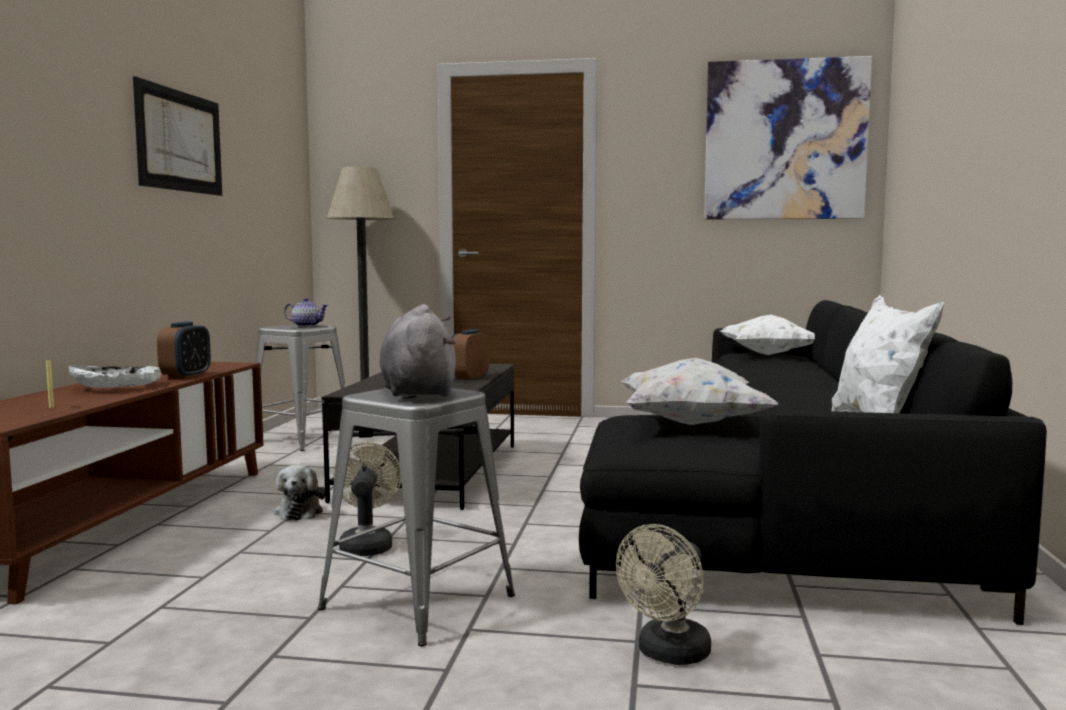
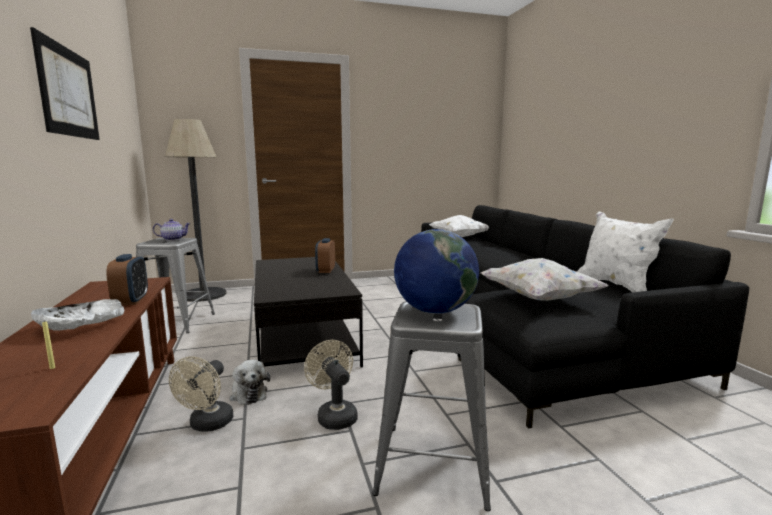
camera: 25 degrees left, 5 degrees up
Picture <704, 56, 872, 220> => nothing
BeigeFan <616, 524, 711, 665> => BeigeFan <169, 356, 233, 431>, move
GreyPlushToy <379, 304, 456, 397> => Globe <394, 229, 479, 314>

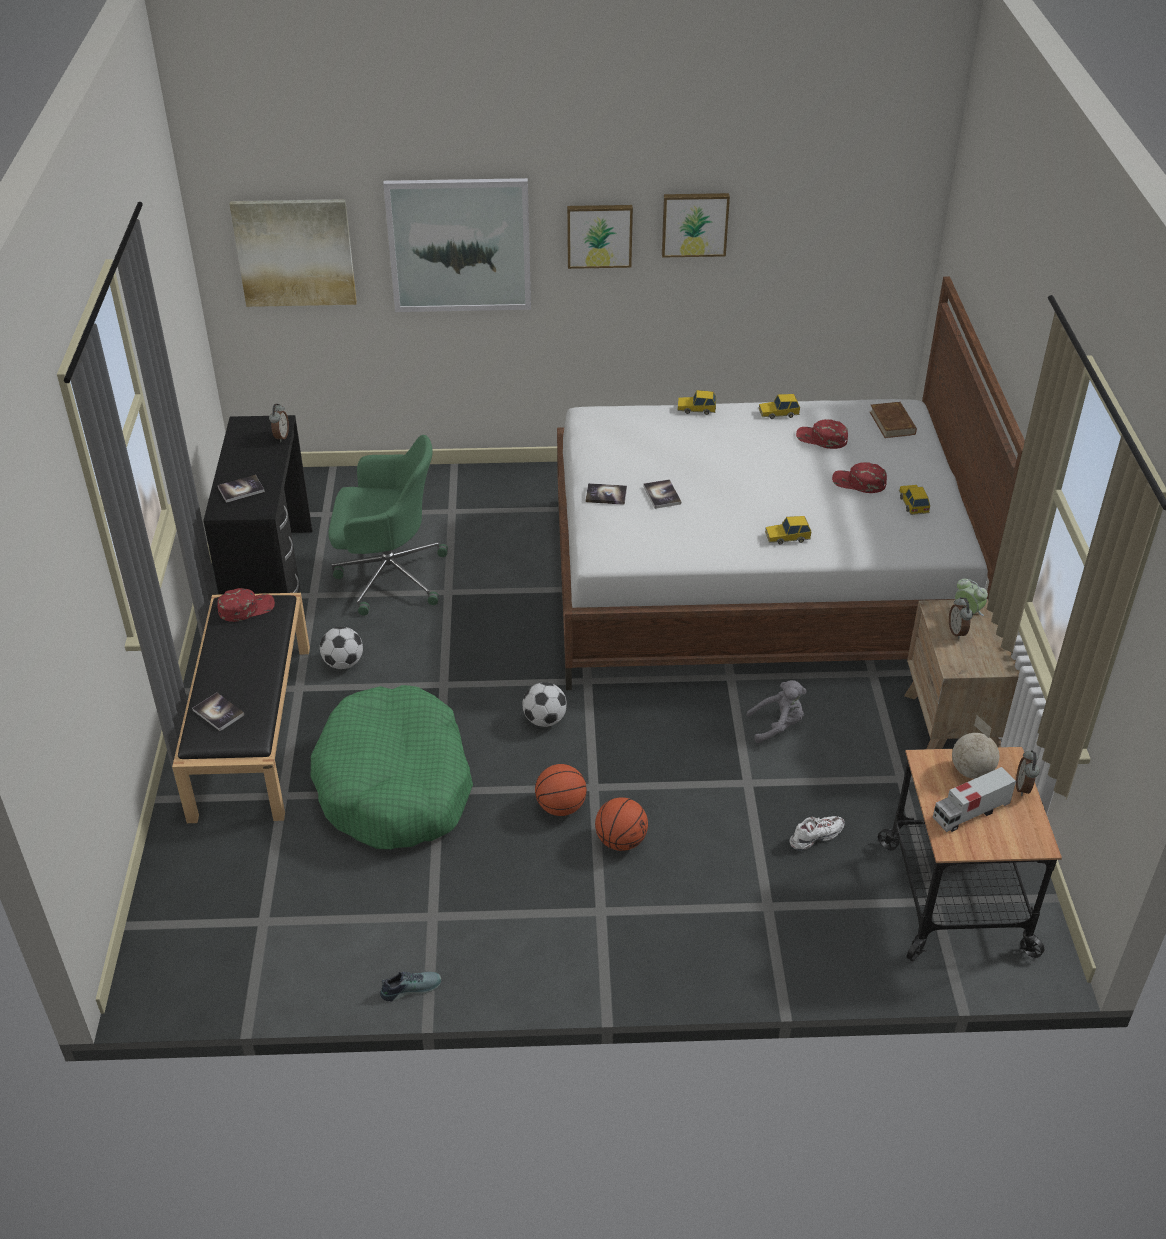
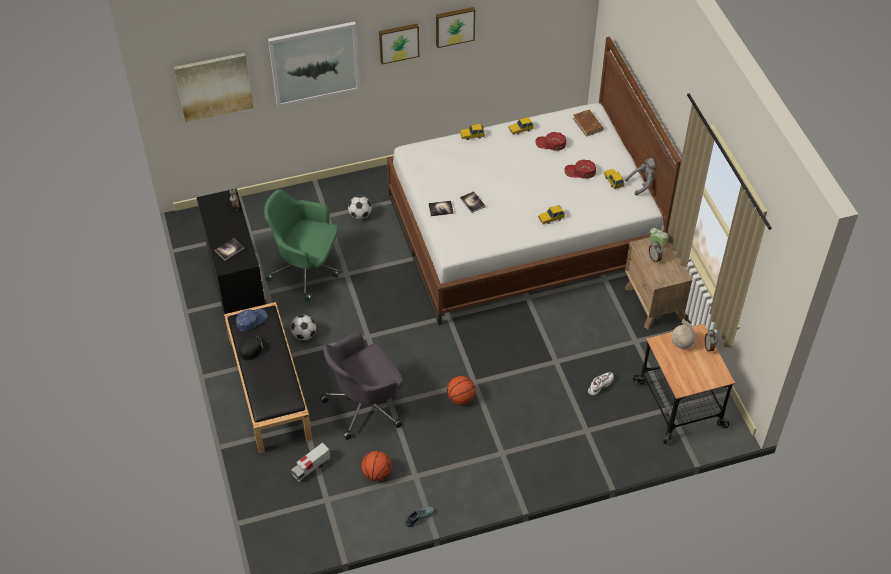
camera: 15 degrees left, 10 degrees up
Book <192, 692, 244, 731> => nothing
nothing => BlackCap <239, 336, 272, 360>
Football <522, 682, 567, 727> => Football <348, 196, 372, 219>, move
Basketball <595, 797, 648, 851> => Basketball <361, 451, 392, 481>, move
GreyPlushToy <746, 680, 807, 743> => GreyPlushToy <625, 158, 655, 195>, move
ToyTruck <933, 767, 1016, 832> => ToyTruck <291, 442, 331, 482>, move
GreenDogBed <311, 685, 473, 849> => GreyOfficeChair <320, 332, 403, 440>
RedCap <217, 588, 275, 622> => BlueCap <236, 309, 267, 331>
GreenOfficeChair <329, 435, 448, 616> => GreenOfficeChair <264, 189, 339, 302>, 150 degrees counterclockwise

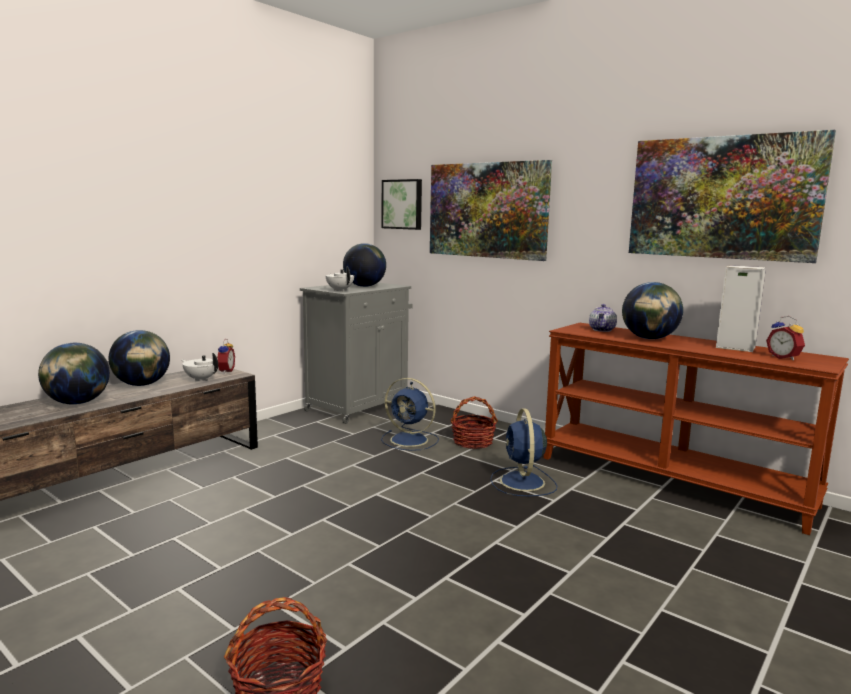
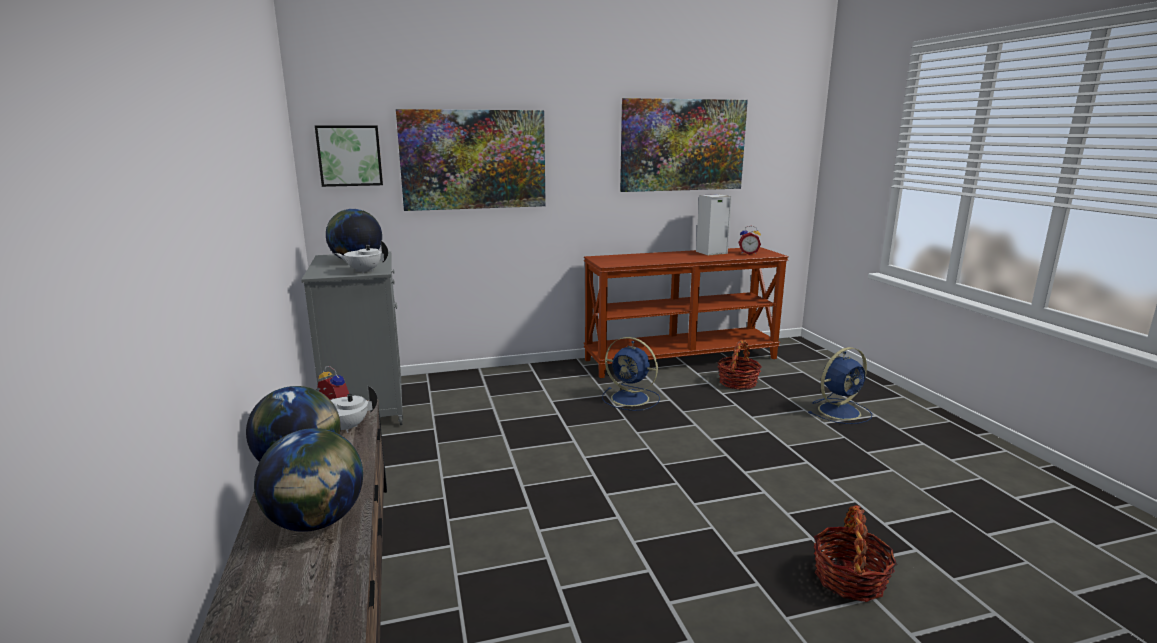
camera: 55 degrees left, 5 degrees up
Teapot <589, 304, 617, 332> => nothing
Globe <622, 282, 683, 339> => nothing
BlueFan <381, 378, 439, 451> => BlueFan <809, 347, 872, 424>, move
Basket <450, 396, 498, 449> => Basket <717, 340, 762, 389>, move

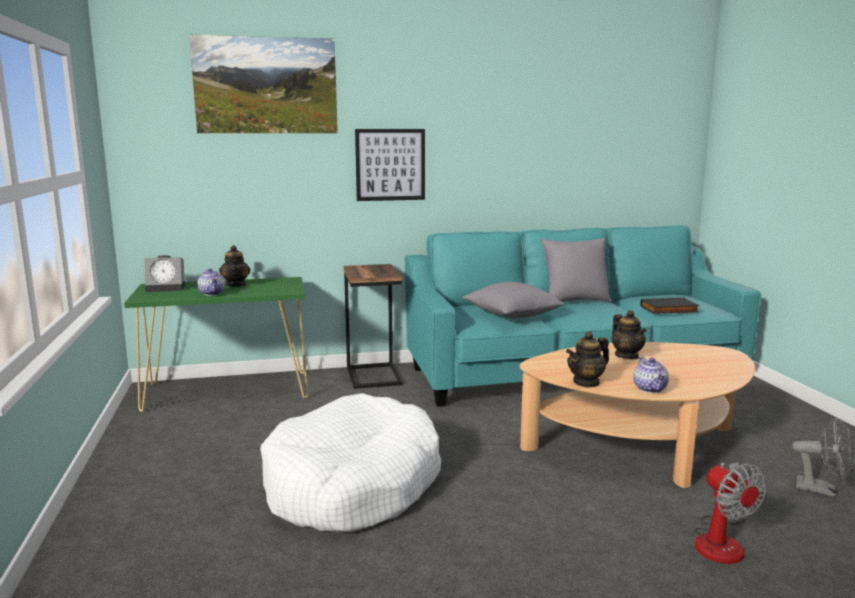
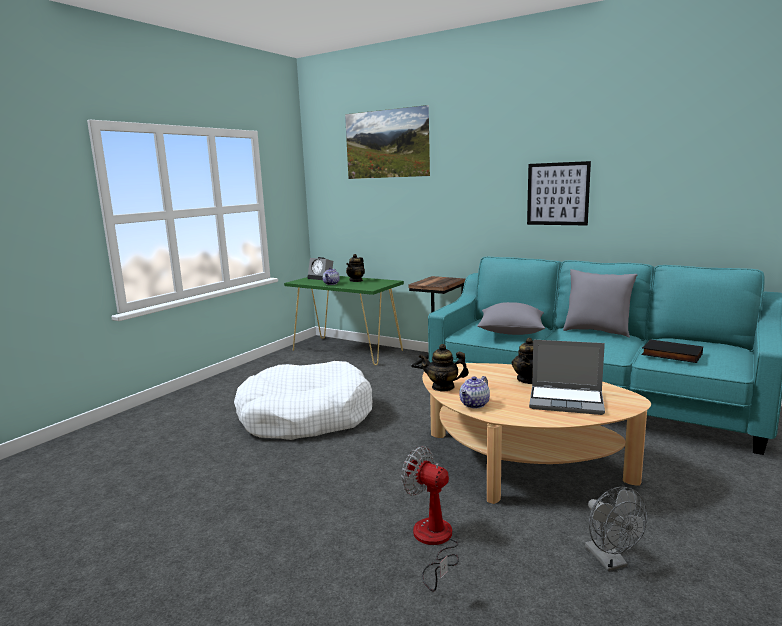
camera: 45 degrees right, 0 degrees up
nothing => Laptop <529, 340, 605, 415>
Picture <355, 129, 425, 201> => Picture <527, 161, 591, 225>, move
Fan <694, 462, 767, 564> => Fan <401, 446, 459, 592>, 105 degrees clockwise

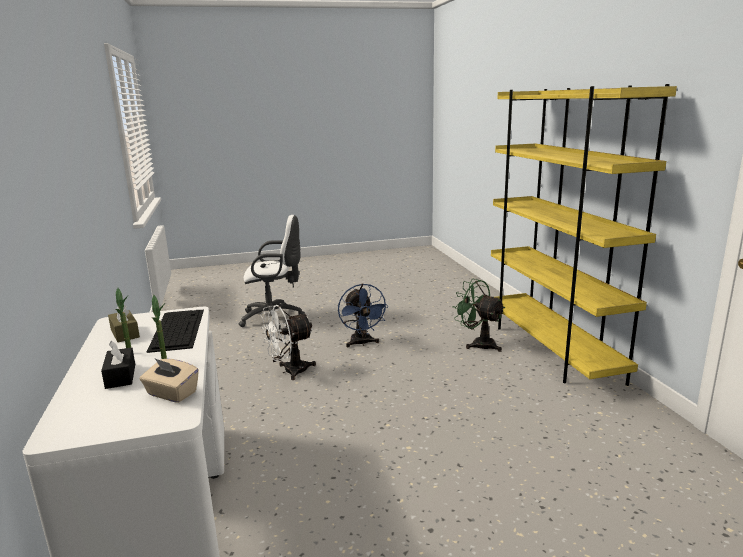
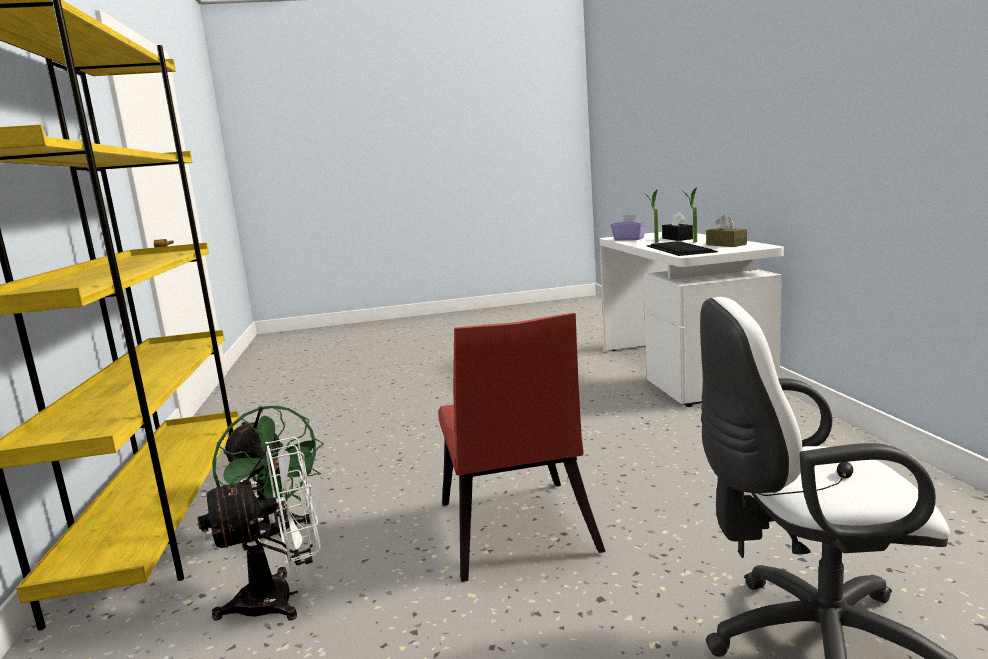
camera: 175 degrees left, 5 degrees down
WhiteFan <261, 305, 316, 380> => WhiteFan <198, 437, 321, 621>, move
BlueFan <338, 283, 388, 347> => RedChair <438, 313, 606, 582>
BeigeTissueBox <140, 358, 199, 403> => PurpleTissueBox <611, 214, 647, 241>

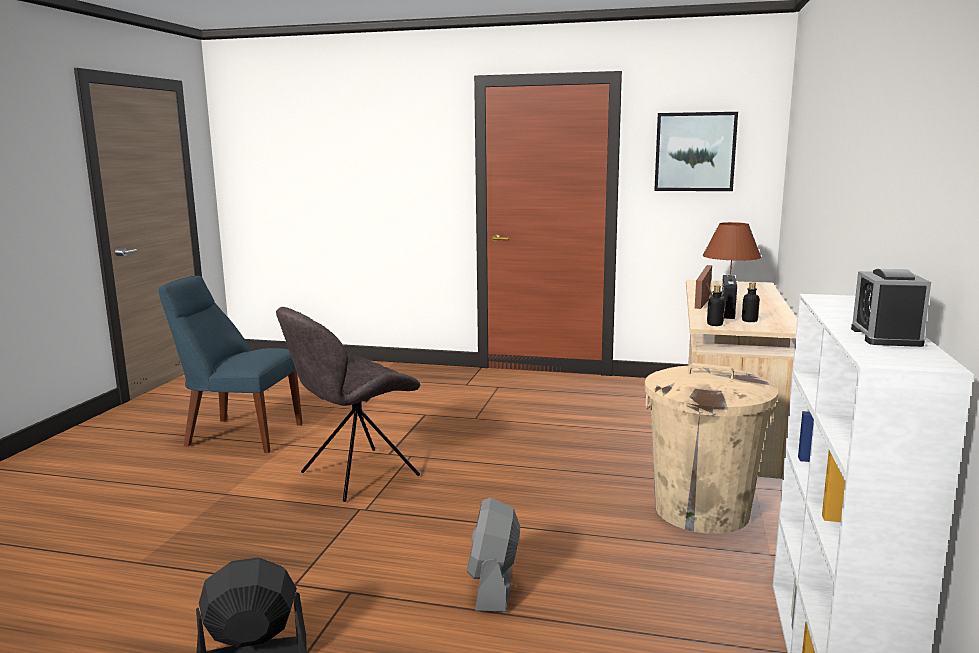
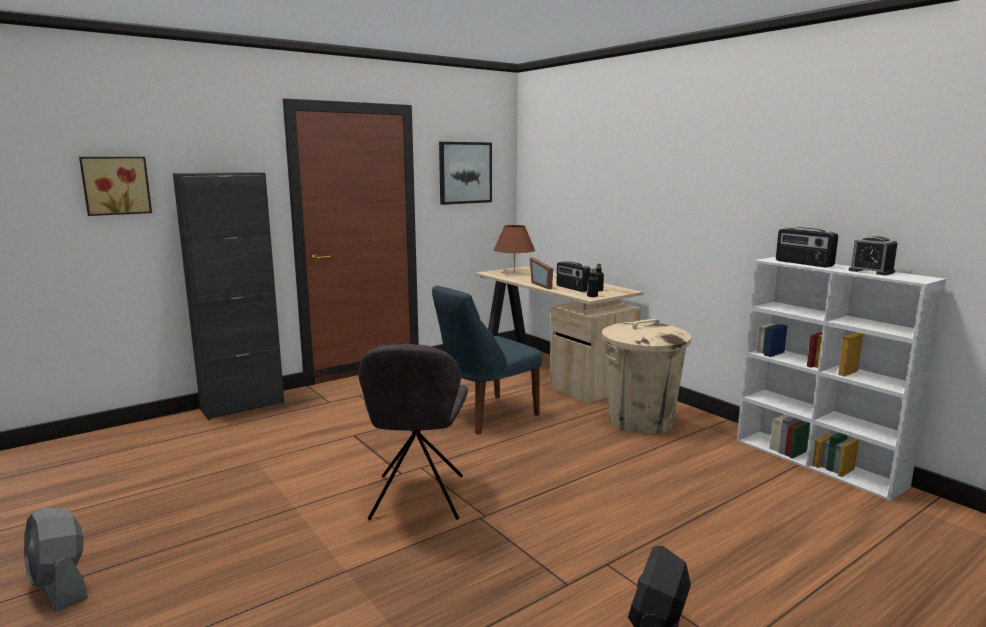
camera: 50 degrees left, 0 degrees up
nothing => Picture <79, 157, 152, 216>
nothing => BlackCabinet <173, 172, 284, 420>
nothing => Radio <776, 227, 838, 268>
BlueChair <159, 275, 303, 453> => BlueChair <432, 286, 542, 435>, move
GreyFan <467, 497, 520, 612> => GreyFan <24, 508, 88, 612>, move

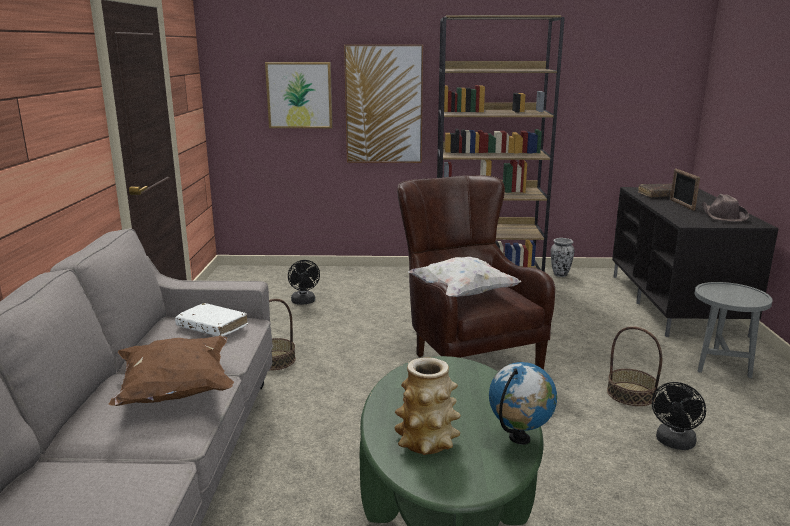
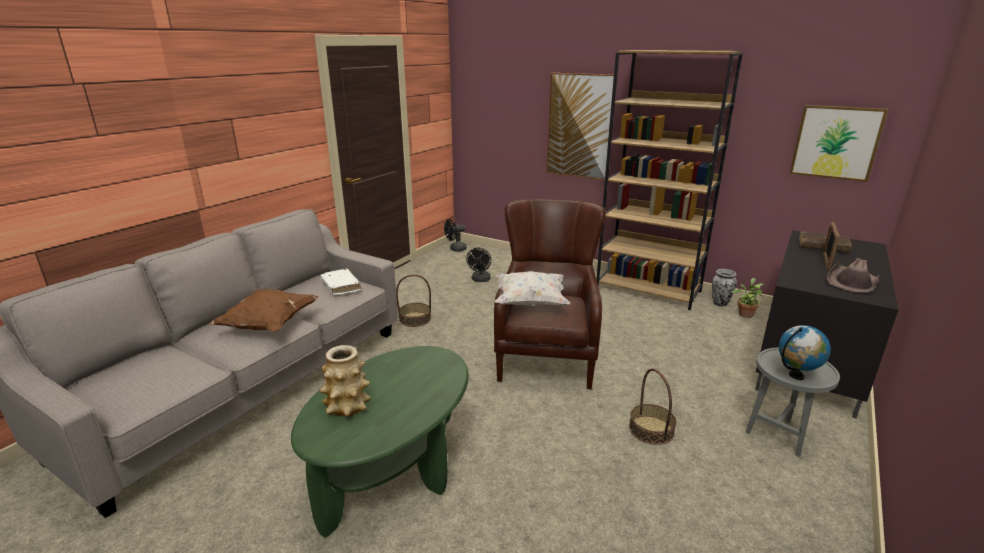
camera: 30 degrees right, 5 degrees up
nothing => PottedPlant <731, 278, 764, 318>
Picture <265, 62, 333, 128> => Picture <789, 105, 888, 182>, move
Globe <489, 362, 557, 445> => Globe <779, 325, 831, 380>, move
BlackFan <652, 382, 706, 450> => BlackFan <444, 219, 467, 251>, move

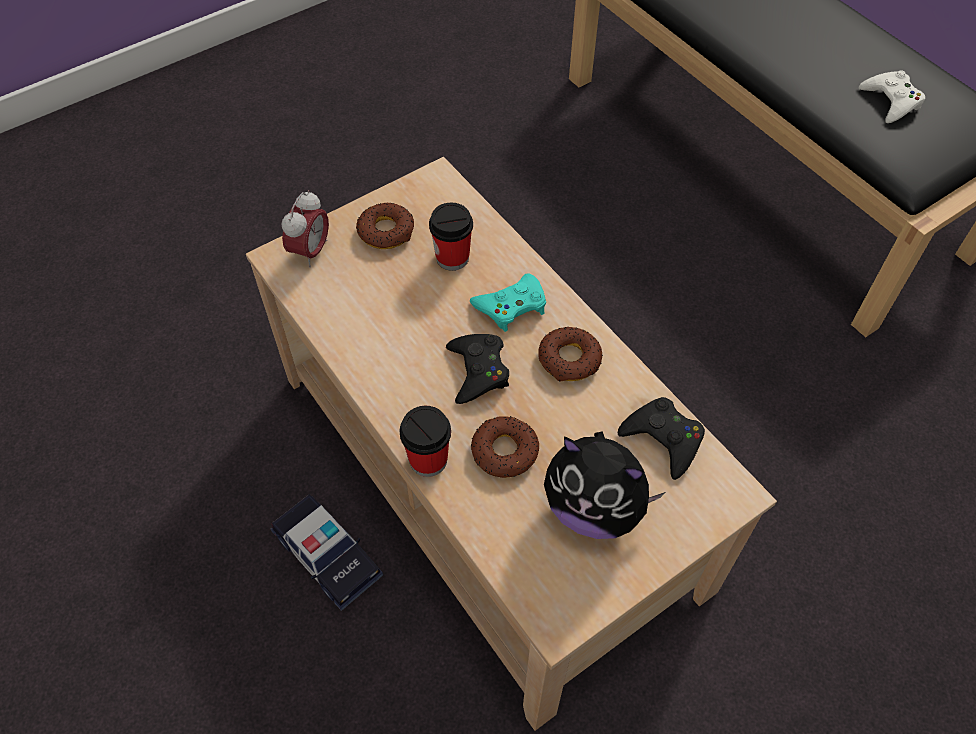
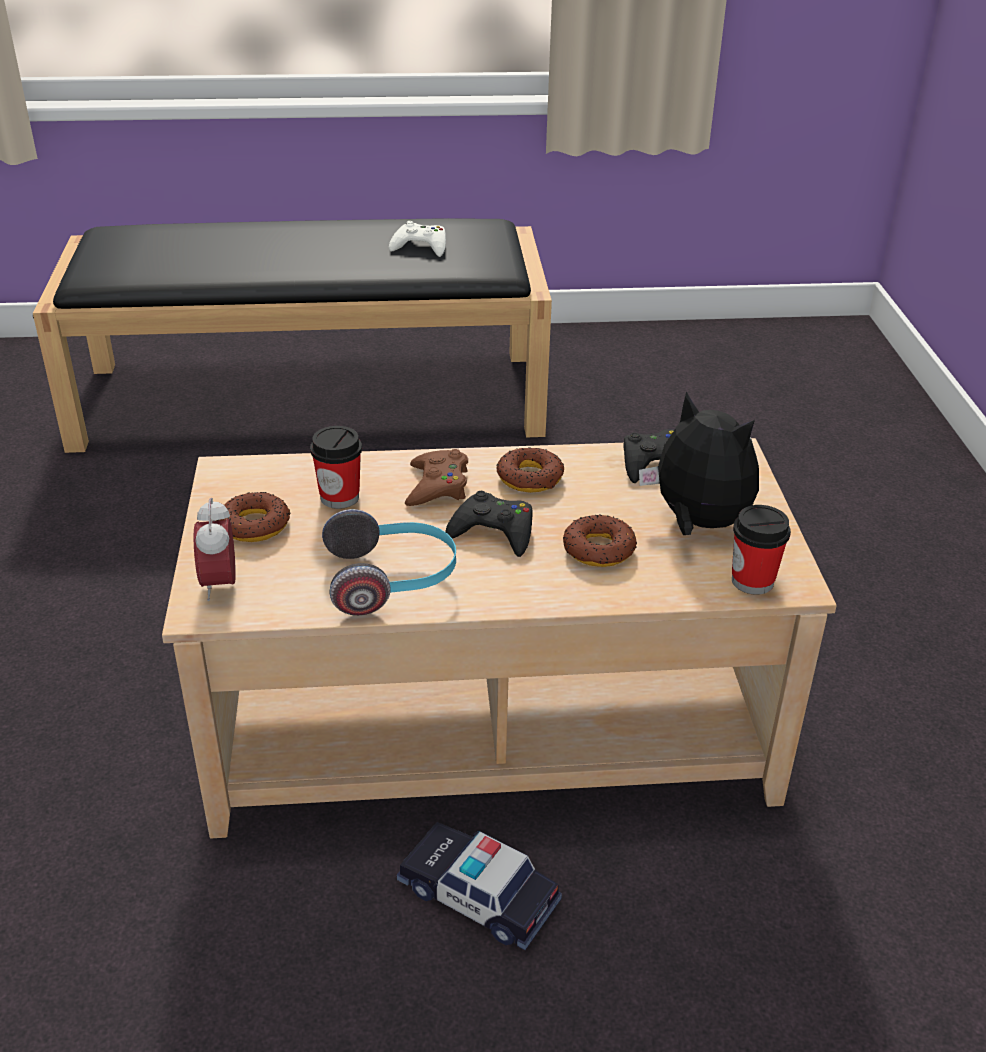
camera: 60 degrees left, 20 degrees down
nothing => Headphones <322, 509, 456, 616>
Cup <399, 406, 451, 477> => Cup <732, 505, 791, 595>, move
TurquoiseGameController <470, 273, 546, 332> => BrownGameController <405, 449, 468, 506>
ToyCar <271, 494, 383, 611> => ToyCar <397, 822, 562, 950>, 135 degrees counterclockwise
AlarmClock <281, 190, 329, 267> => AlarmClock <194, 498, 236, 601>, 150 degrees counterclockwise
PlushToy <544, 432, 665, 539> => PlushToy <639, 391, 759, 535>, 105 degrees counterclockwise

